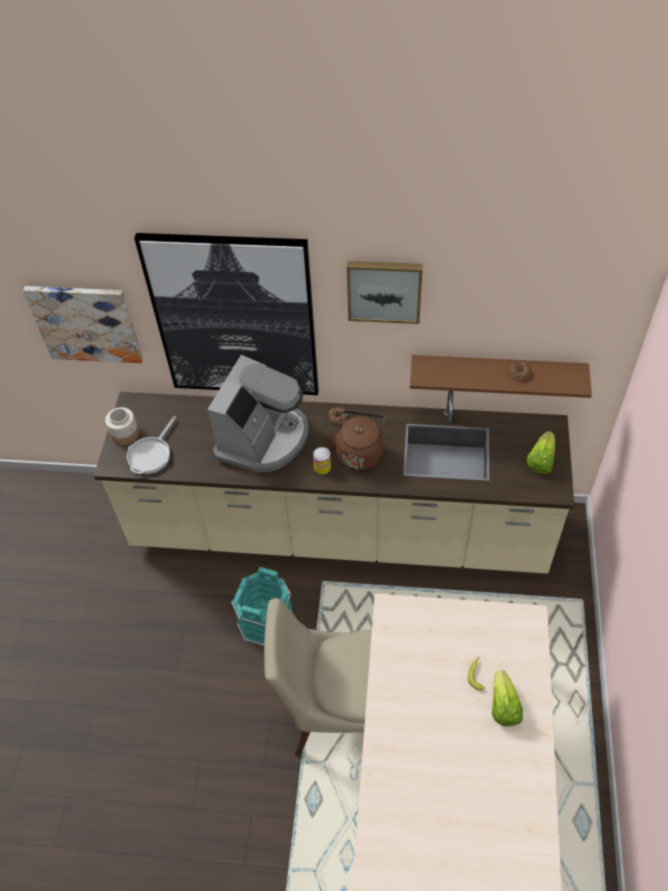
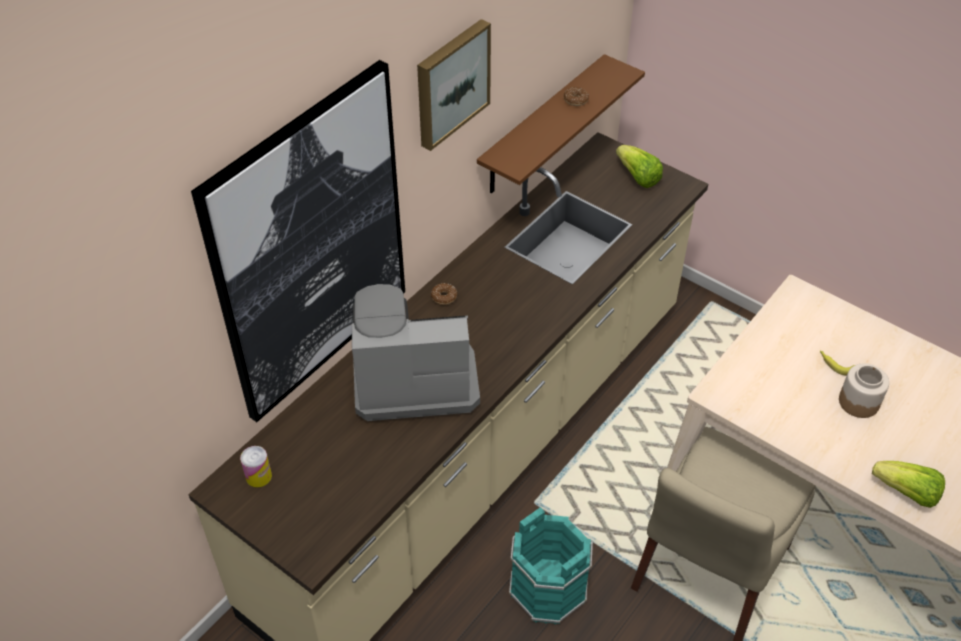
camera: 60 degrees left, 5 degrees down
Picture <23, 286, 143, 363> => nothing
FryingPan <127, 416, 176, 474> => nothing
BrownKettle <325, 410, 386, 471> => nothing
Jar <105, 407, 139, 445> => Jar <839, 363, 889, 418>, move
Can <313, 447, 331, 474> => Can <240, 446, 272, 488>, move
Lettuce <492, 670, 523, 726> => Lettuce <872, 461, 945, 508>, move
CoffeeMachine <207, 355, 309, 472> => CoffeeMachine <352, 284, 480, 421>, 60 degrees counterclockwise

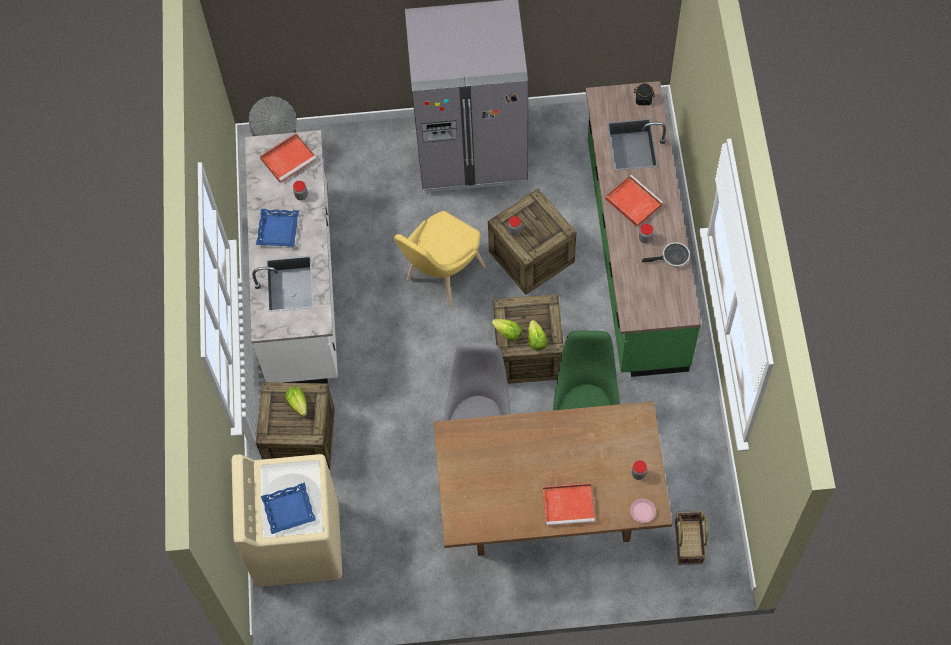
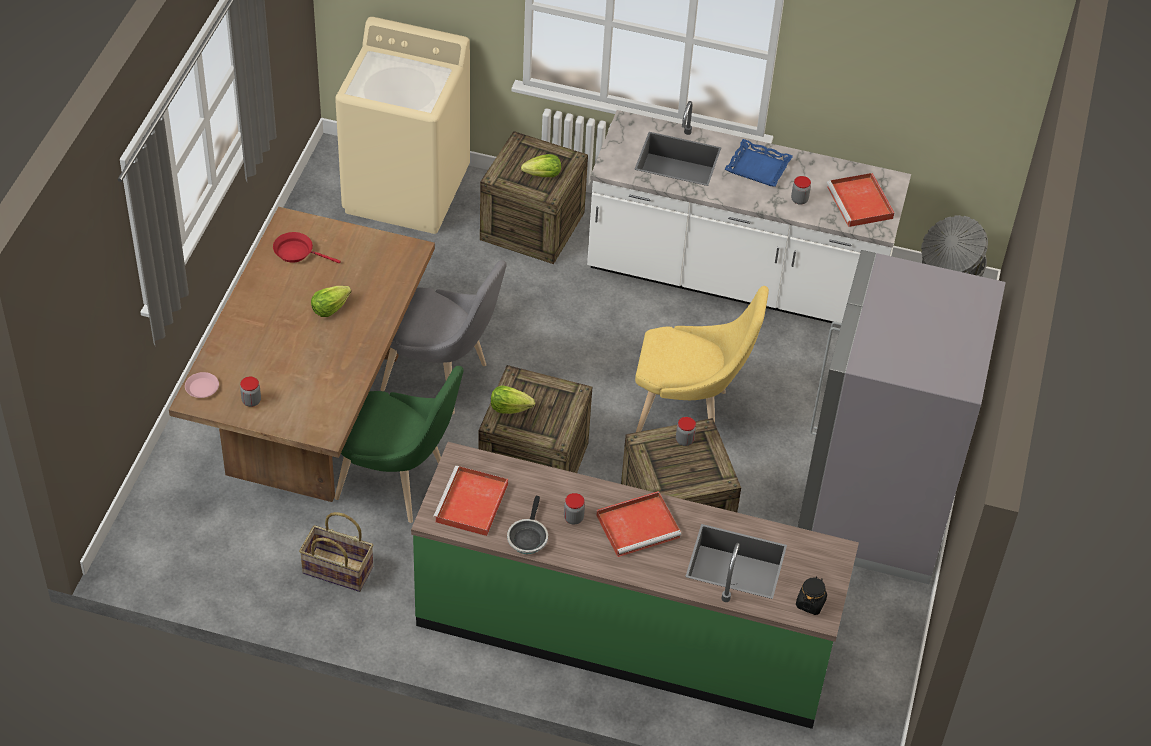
camera: 105 degrees right, 15 degrees down
BlueTray <261, 483, 316, 534> => nothing
nothing => RedFryingPan <273, 232, 341, 263>
Lettuce <491, 319, 522, 340> => Lettuce <311, 286, 351, 317>, move
RedTray <543, 483, 595, 526> => RedTray <433, 466, 508, 536>, move
Basket <675, 511, 708, 565> => Basket <299, 512, 373, 592>, move
YellowChair <394, 211, 485, 306> => YellowChair <635, 286, 769, 432>, 135 degrees clockwise

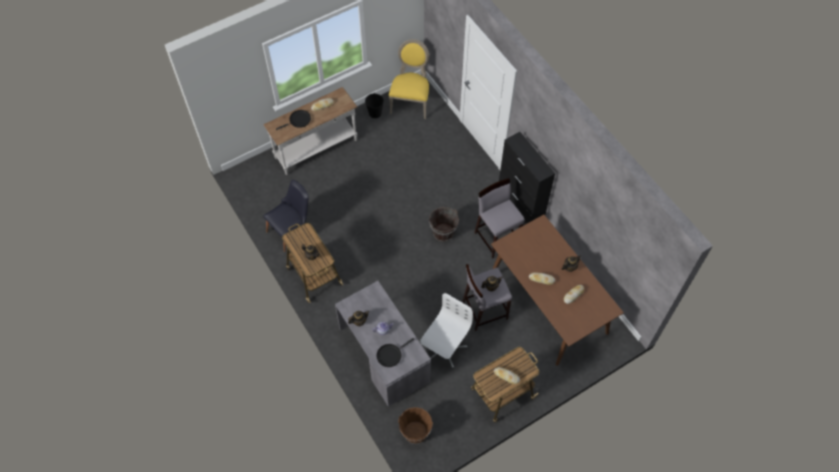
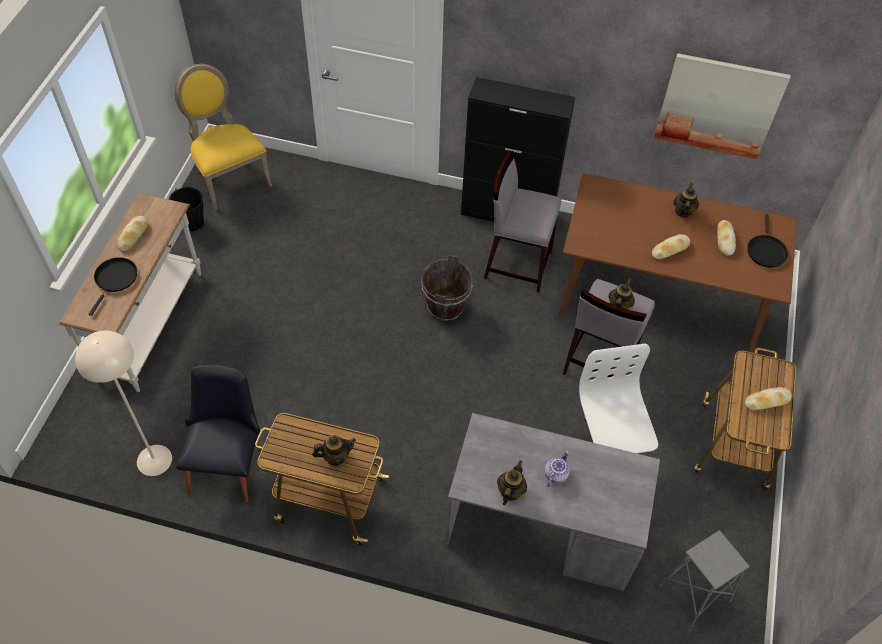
camera: 45 degrees left, 5 degrees down
nothing => BeigeFloorLamp <75, 330, 172, 476>
nothing => Picture <654, 53, 791, 159>
BlackFryingPan <377, 338, 414, 367> => BlackFryingPan <748, 214, 788, 268>, move
BrownBucket <398, 407, 433, 444> => GreyStool <659, 530, 749, 627>

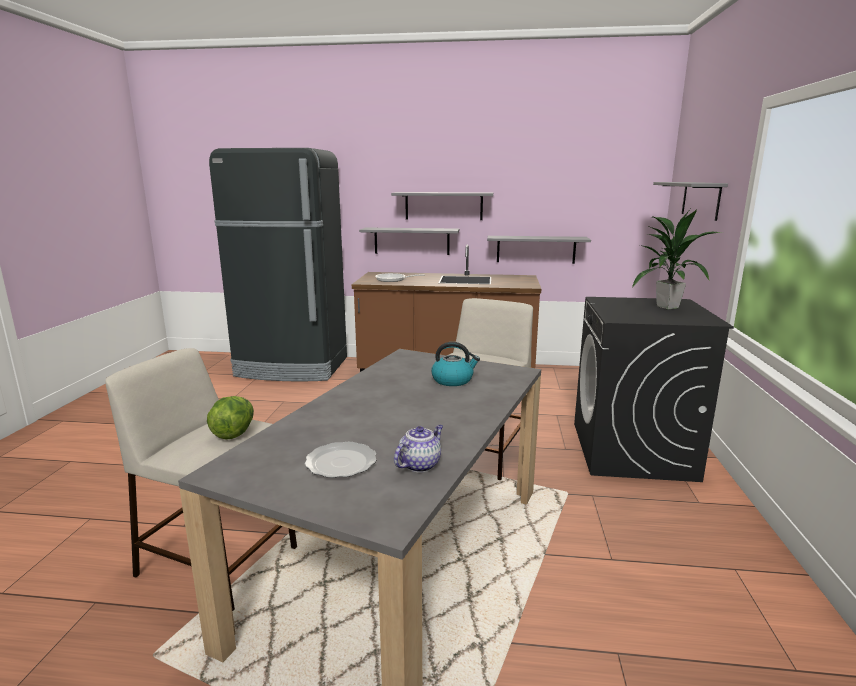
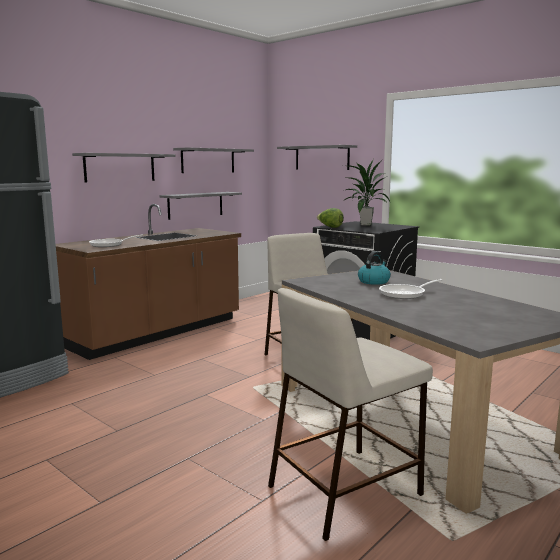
camera: 55 degrees left, 5 degrees down
Plate <305, 442, 376, 478> => nothing
Teapot <394, 425, 443, 473> => nothing
nothing => FryingPan <379, 279, 443, 299>
Lettuce <207, 396, 254, 440> => Lettuce <317, 208, 344, 228>, move
GreyShelf <359, 227, 460, 255> => GreyShelf <173, 147, 254, 173>, move

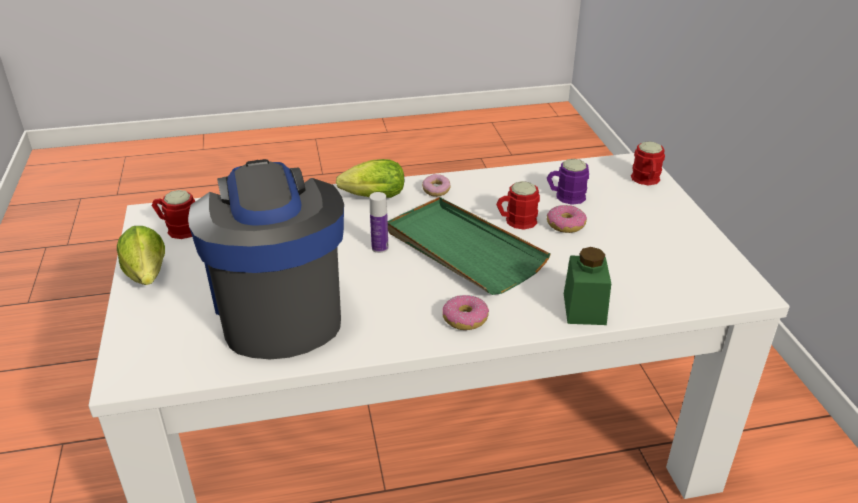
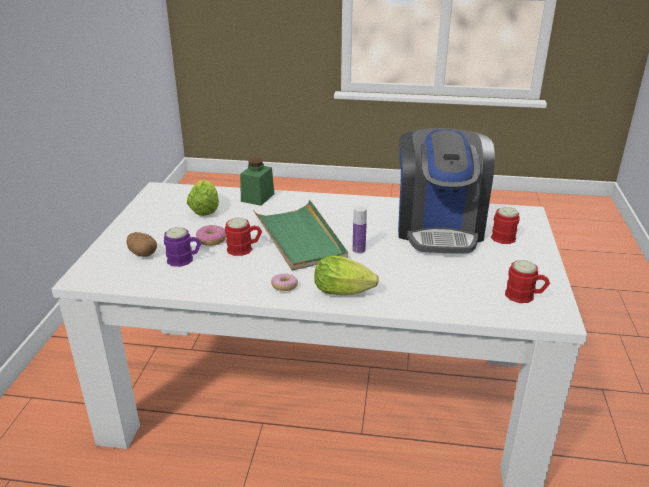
camera: 160 degrees left, 5 degrees down
Donut <442, 295, 489, 330> => nothing
nothing => Potato <126, 232, 157, 257>
Lettuce <117, 226, 165, 285> => Lettuce <187, 180, 219, 216>, move
RedMug <631, 141, 665, 185> => RedMug <491, 207, 520, 244>, move

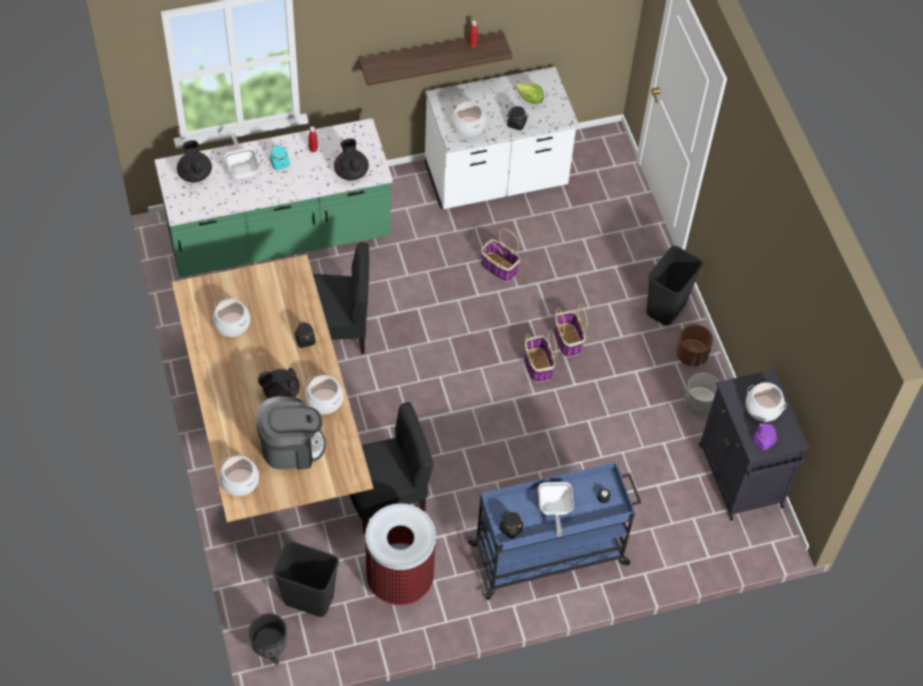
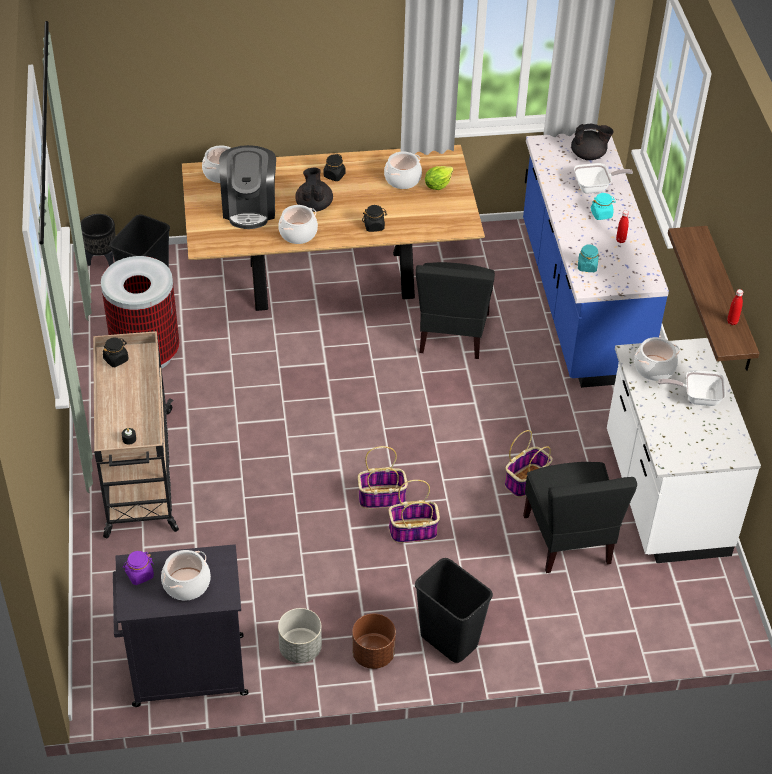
camera: 100 degrees right, 10 degrees down
BlackChair <349, 402, 434, 534> => BlackChair <523, 462, 637, 573>, move
BlackJar <507, 106, 529, 130> => BlackJar <323, 154, 346, 181>, move
Lettuce <515, 83, 544, 104> => Lettuce <425, 166, 454, 190>, move
FryingPan <538, 482, 574, 537> => FryingPan <658, 370, 726, 406>, move
BlackTeapot <334, 138, 369, 180> => TurquoiseJar <578, 244, 599, 272>
GreenCounter <154, 118, 393, 278> => BlueCounter <523, 131, 669, 388>
BlueCart <467, 462, 641, 600> => BeigeCart <93, 331, 179, 538>

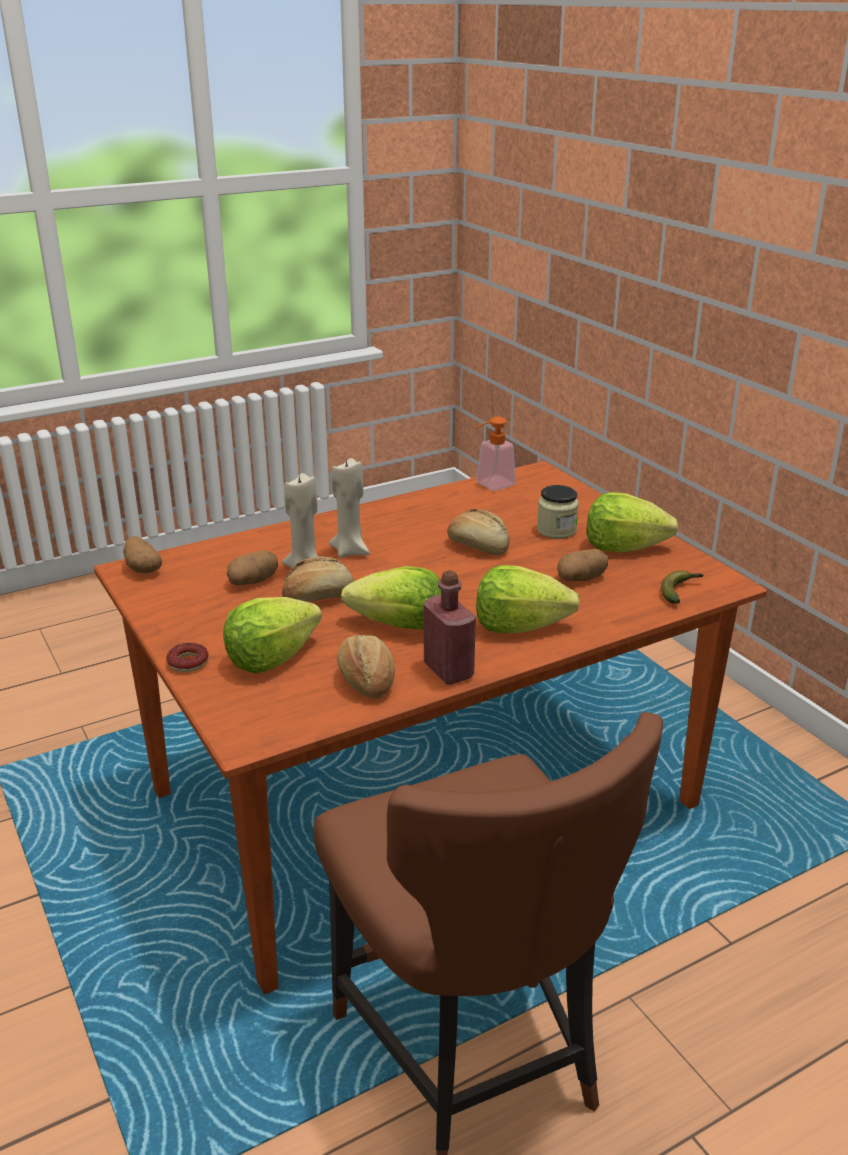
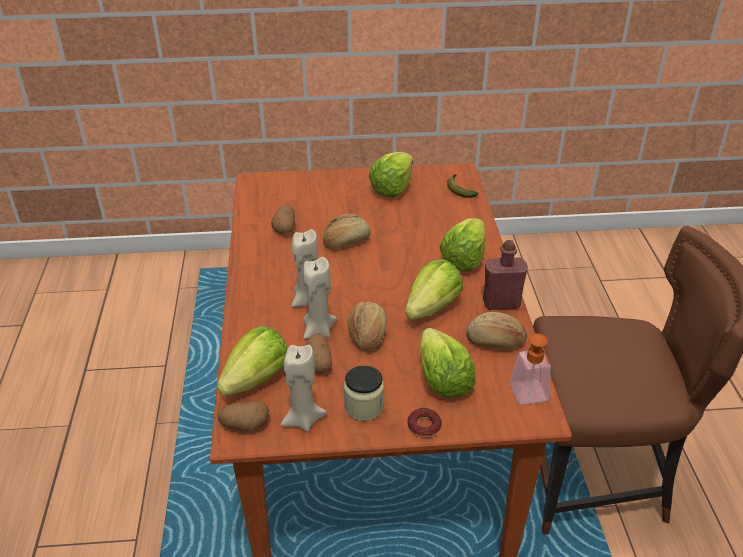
camera: 65 degrees left, 10 degrees up
nothing => Lettuce <217, 326, 288, 396>
nothing => BeigeCandle <281, 345, 327, 432>
SoapDispenser <474, 416, 516, 491> => SoapDispenser <510, 334, 551, 404>, move
Jar <537, 485, 579, 539> => Jar <344, 365, 384, 421>, move
Potato <557, 549, 608, 581> => Potato <271, 204, 295, 235>, move

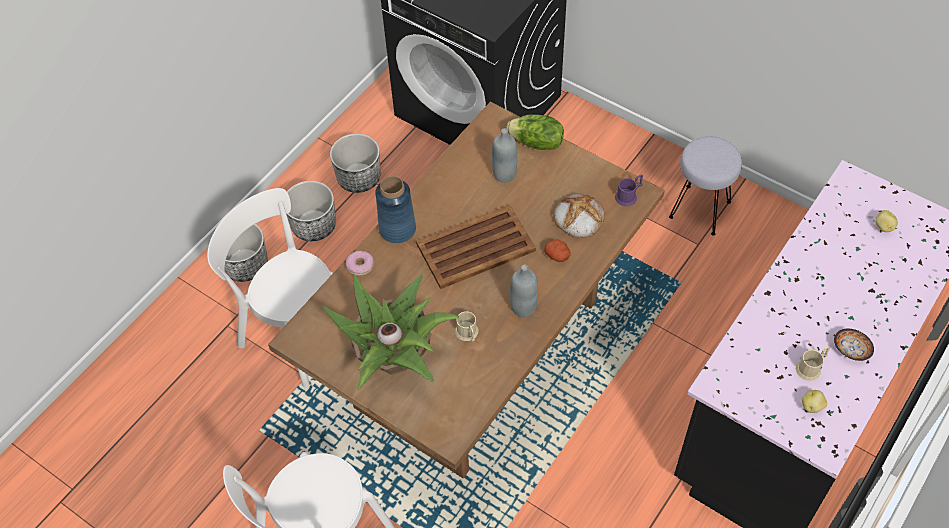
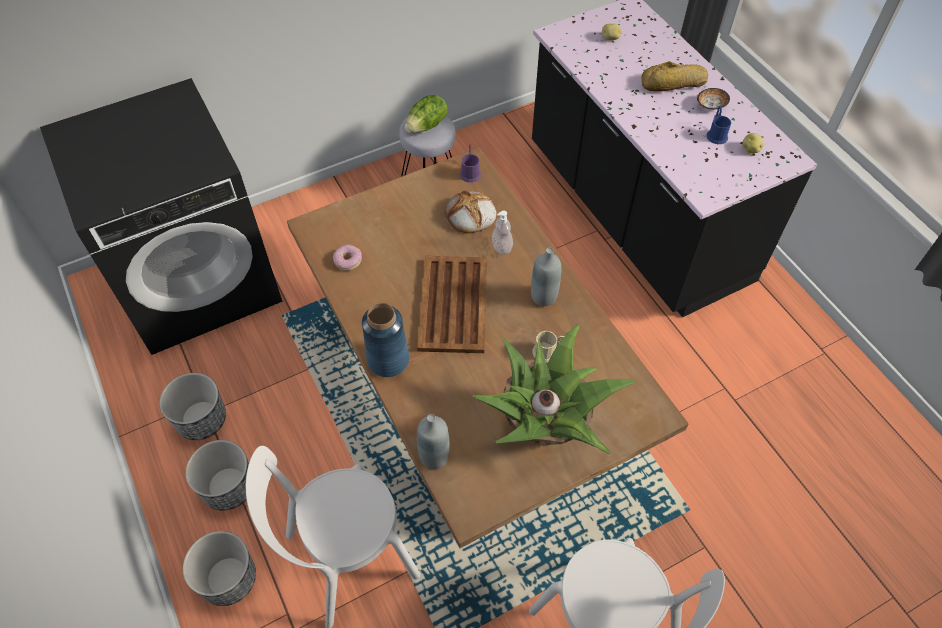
camera: 65 degrees left, 0 degrees up
nothing => Bread <642, 61, 708, 91>
Donut <346, 251, 374, 276> => Donut <333, 245, 362, 271>, move
GreyBottle <492, 128, 517, 183> => GreyBottle <417, 414, 450, 469>, move
Lettuce <507, 114, 564, 150> => Lettuce <405, 95, 448, 133>, move
Potato <544, 239, 571, 262> => SoapDispenser <492, 211, 513, 255>
BeigeMug <796, 346, 830, 381> => BlueMug <706, 106, 731, 144>

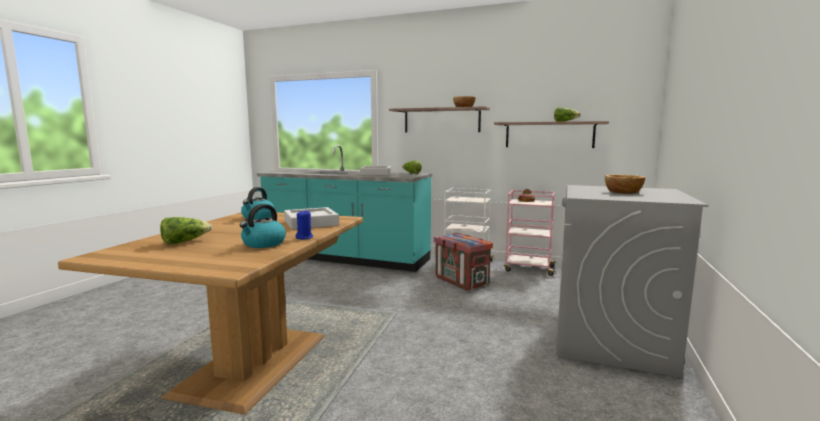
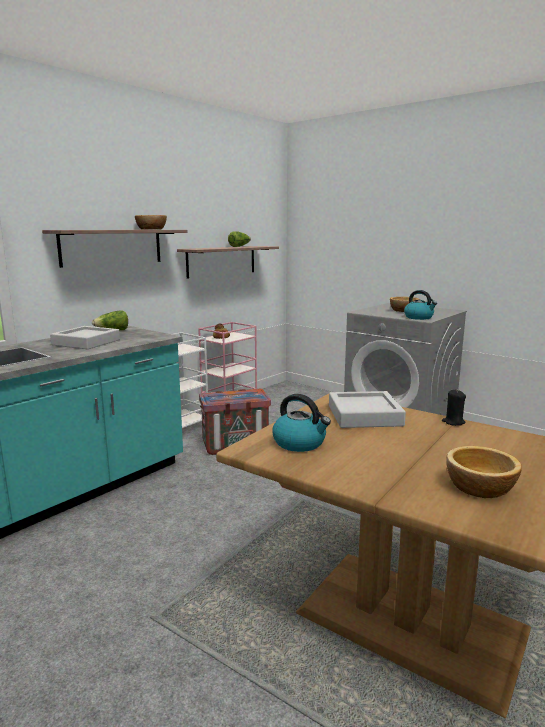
camera: 70 degrees left, 5 degrees up
Kettle <239, 204, 286, 248> => Kettle <404, 290, 437, 320>, move
Lettuce <160, 217, 212, 245> => Bowl <446, 446, 522, 498>
BlueCandle <295, 210, 313, 240> => BlackCandle <442, 389, 466, 426>

